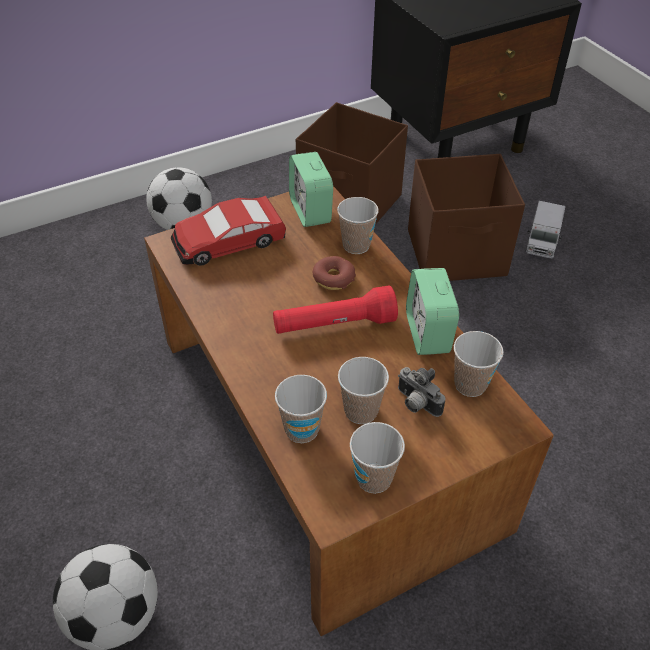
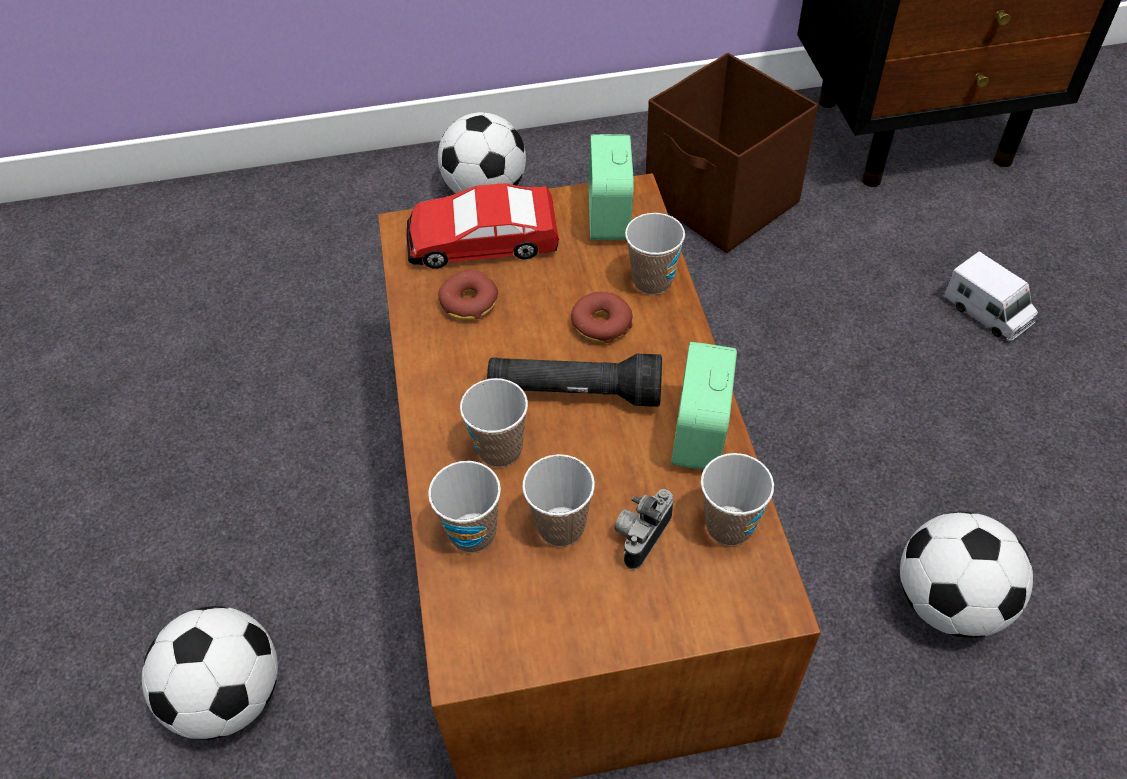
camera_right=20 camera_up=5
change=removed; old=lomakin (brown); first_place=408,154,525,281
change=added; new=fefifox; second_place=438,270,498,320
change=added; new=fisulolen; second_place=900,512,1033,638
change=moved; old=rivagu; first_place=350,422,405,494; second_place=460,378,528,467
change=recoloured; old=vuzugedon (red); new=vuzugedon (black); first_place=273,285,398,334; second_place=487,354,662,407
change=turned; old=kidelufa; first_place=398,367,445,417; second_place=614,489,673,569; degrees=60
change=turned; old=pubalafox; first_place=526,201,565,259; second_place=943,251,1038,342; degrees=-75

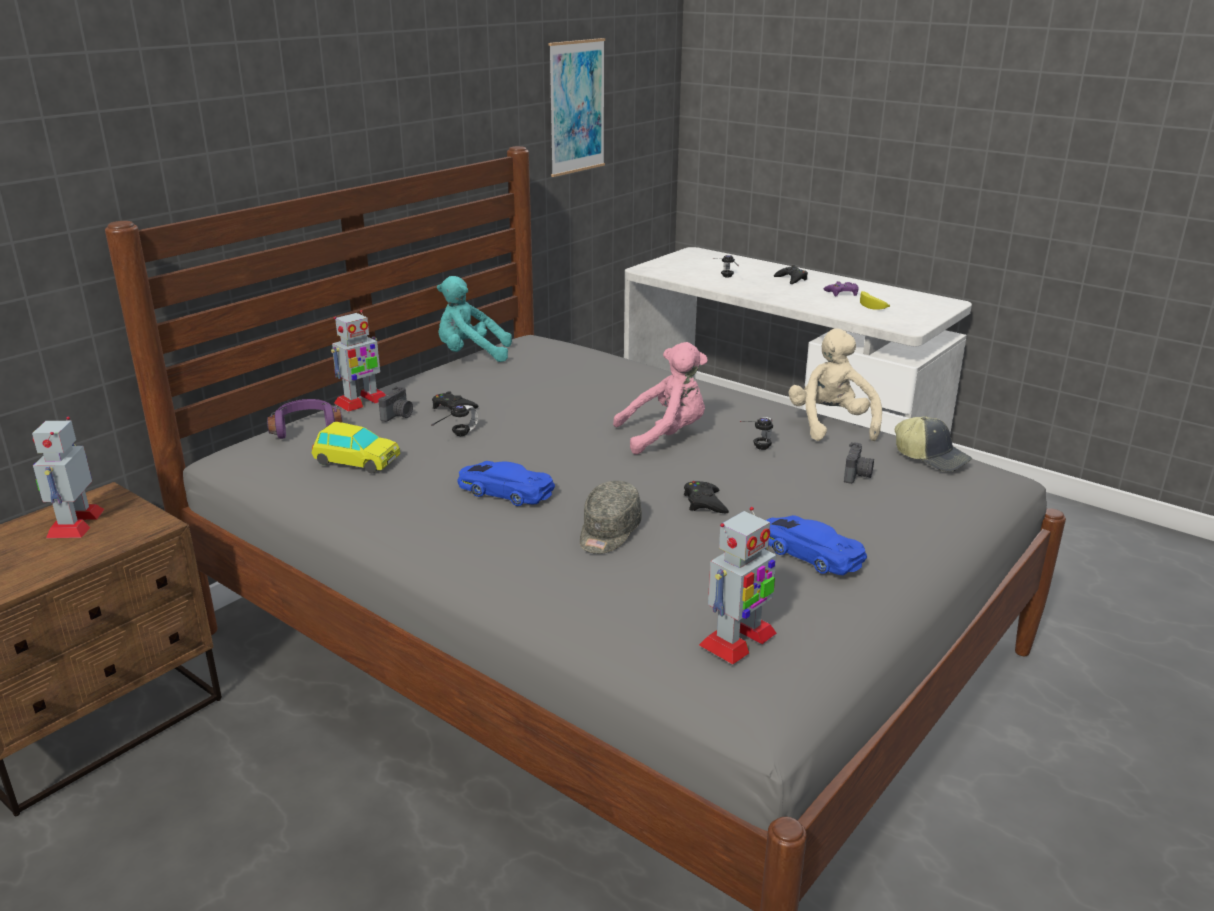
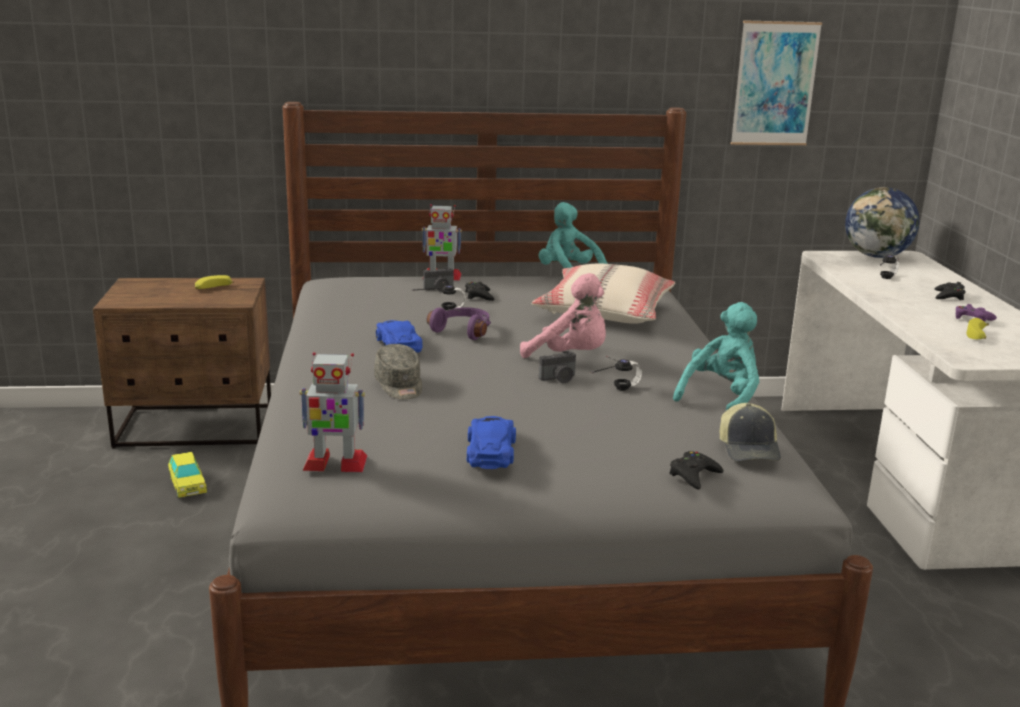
camera_right=45 camera_up=-5
change=added; new=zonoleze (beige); second_place=531,264,675,324
change=added; new=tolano; second_place=845,187,920,258
change=moved; old=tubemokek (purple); first_place=267,399,343,439; second_place=427,307,491,340
change=moved; old=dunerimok; first_place=311,422,400,473; second_place=168,452,207,498
change=moved; old=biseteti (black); first_place=684,481,729,513; second_place=669,451,724,490
change=moved; old=kidelufa; first_place=844,442,874,484; second_place=539,351,576,383
change=replaced; old=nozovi; new=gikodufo; first_place=32,417,105,538; second_place=195,275,234,289
change=recoloured; old=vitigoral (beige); new=vitigoral (turquoise); first_place=788,328,882,441; second_place=673,302,759,411
change=turned; old=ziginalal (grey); first_place=580,481,642,554; second_place=374,344,422,399; degrees=-90

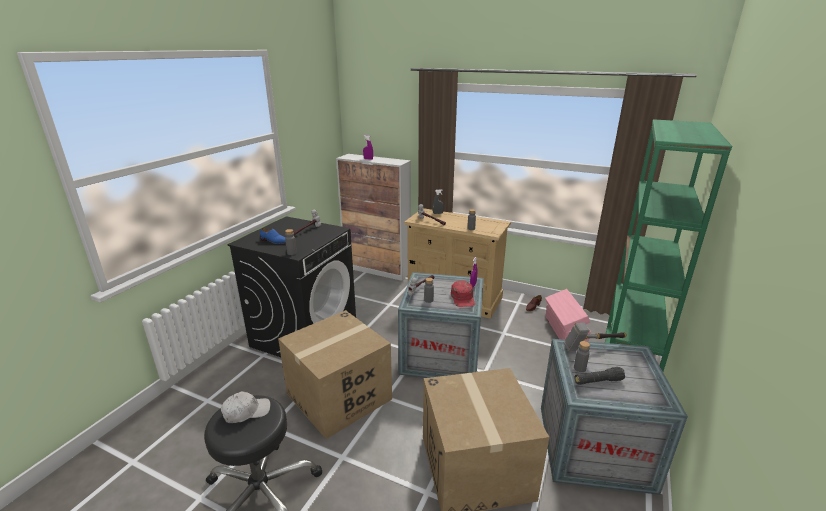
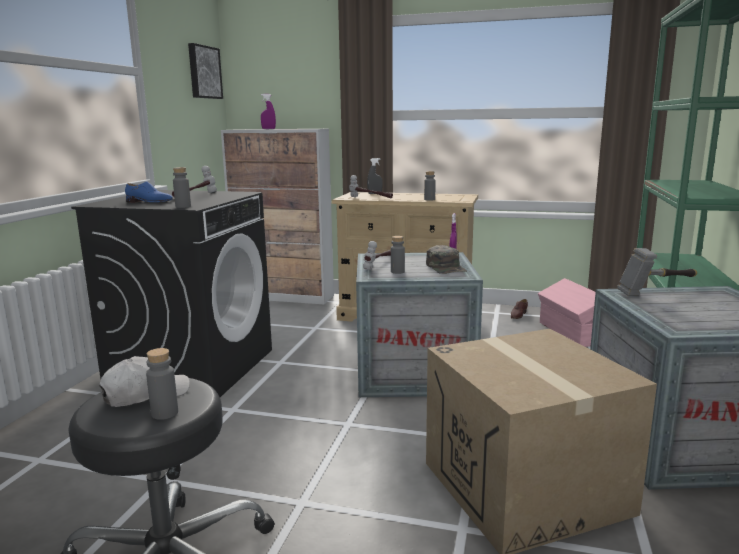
camera_right=-10 camera_up=-10
change=removed; old=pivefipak; first_place=278,310,392,439
change=removed; old=vuzugedon (black); first_place=575,367,625,385
change=added; new=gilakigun; second_place=188,43,223,99
change=moved; old=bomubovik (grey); first_place=574,341,590,372; second_place=146,348,178,420
change=recoloured; old=ziginalal (red); new=ziginalal (green); first_place=451,281,475,307; second_place=426,245,467,274

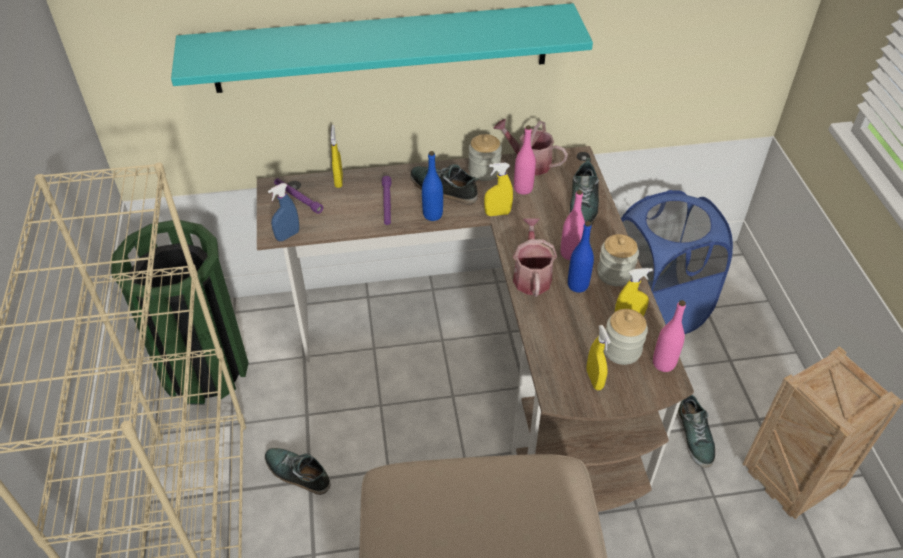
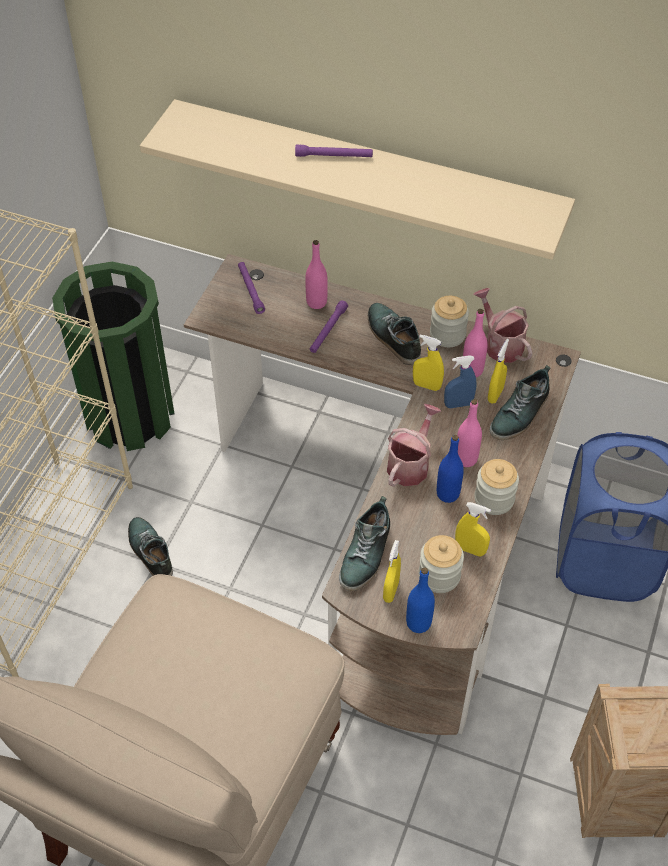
camera_right=30 camera_up=5
change=added; new=vuzugedon (purple); second_place=295,145,373,157
change=moved; old=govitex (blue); first_place=268,183,299,242; second_place=444,355,476,408
change=moved; old=govitex (yellow); first_place=331,125,343,188; second_place=488,339,509,404
change=moved; old=bomubovik (blue); first_place=422,151,443,221; second_place=406,567,435,633
change=moved; old=bomubovik (pink); first_place=653,300,686,372; second_place=305,240,328,309
change=moved; old=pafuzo; first_place=677,395,715,468; second_place=339,496,390,591
change=recoloured; old=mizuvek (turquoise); new=mizuvek (beige); first_place=171,3,593,93; second_place=140,99,575,260

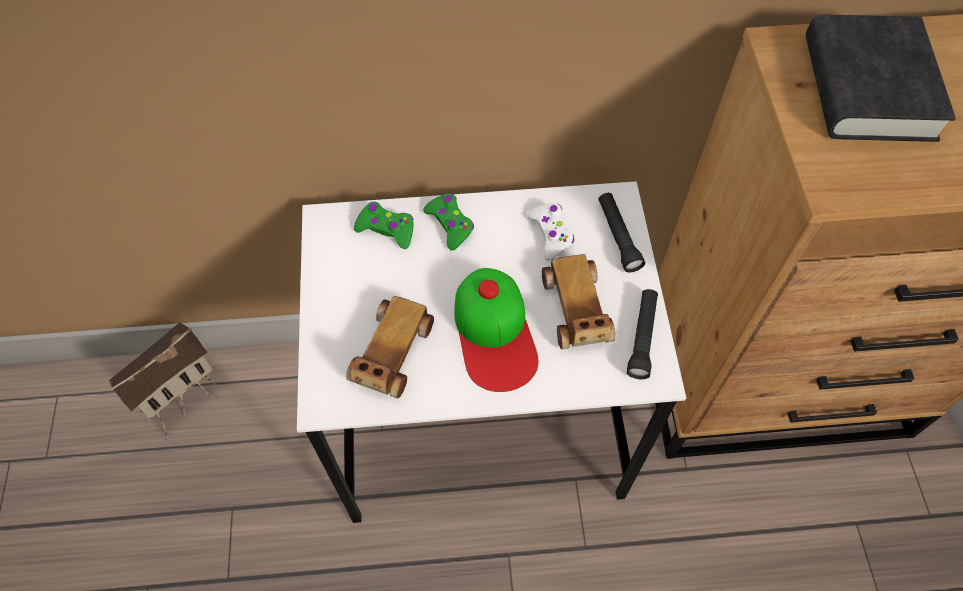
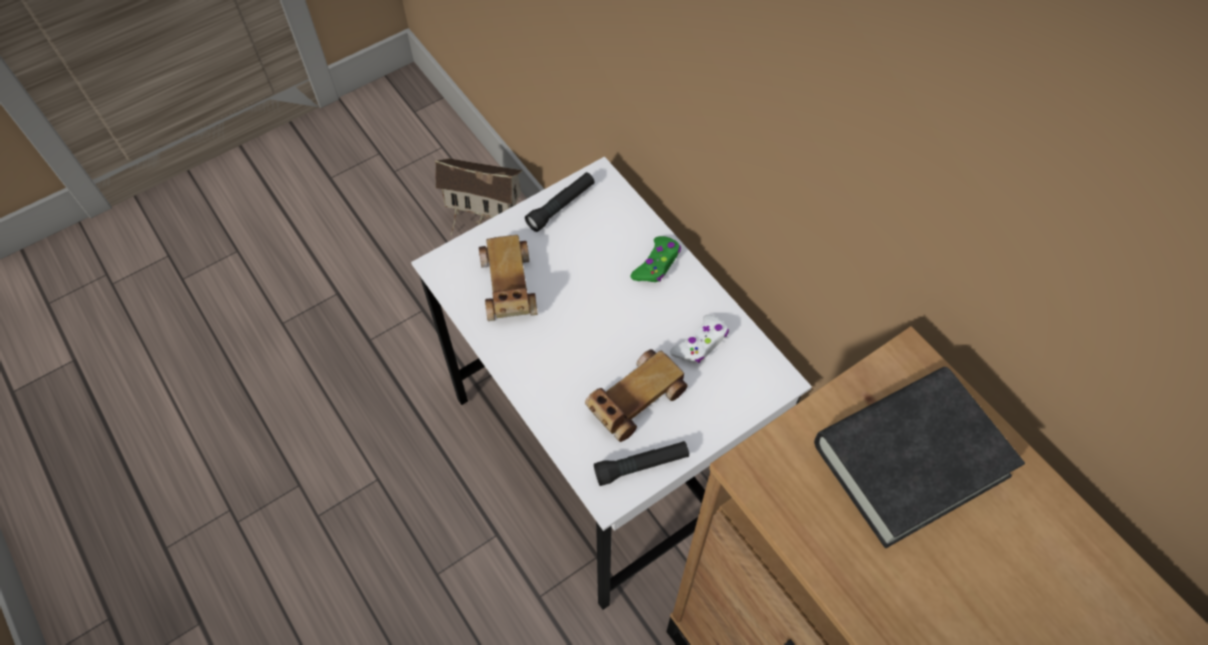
camera_right=60 camera_up=0
change=removed; old=biseteti (green); first_place=354,202,414,249
change=removed; old=ziginalal; first_place=454,268,538,392
change=moved; old=vuzugedon (black); first_place=599,193,645,272; second_place=525,172,595,232
change=turned; old=dunerimok; first_place=346,296,434,399; second_place=479,235,538,321; degrees=-90

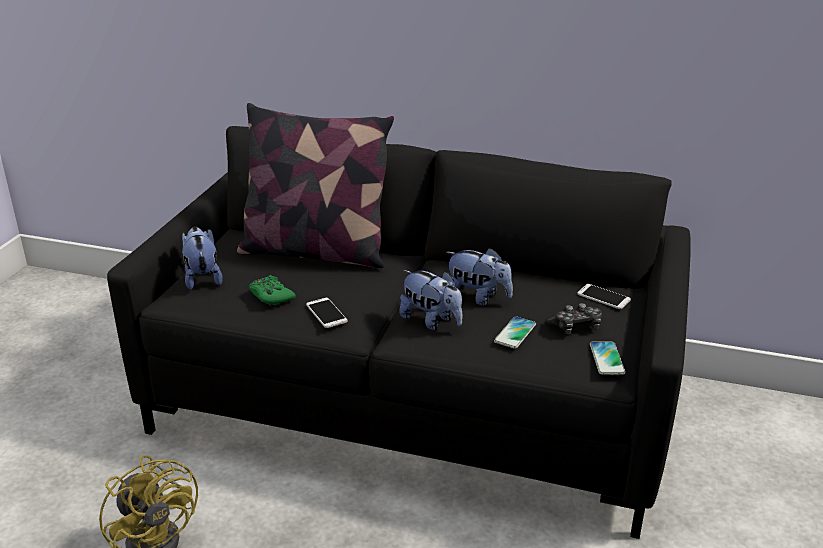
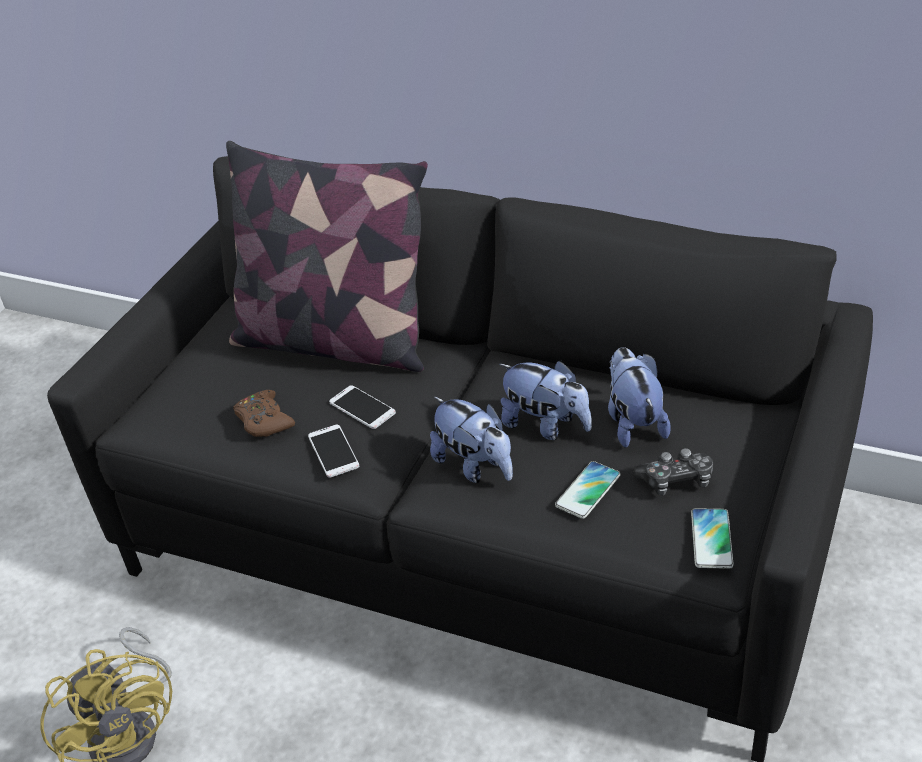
camera_right=10 camera_up=10
change=moved; old=vitigoral; first_place=182,227,223,290; second_place=608,347,671,448
change=moved; old=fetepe; first_place=577,284,631,309; second_place=329,385,396,429
change=recoloured; old=biseteti (green); new=biseteti (brown); first_place=249,275,296,305; second_place=233,390,295,437

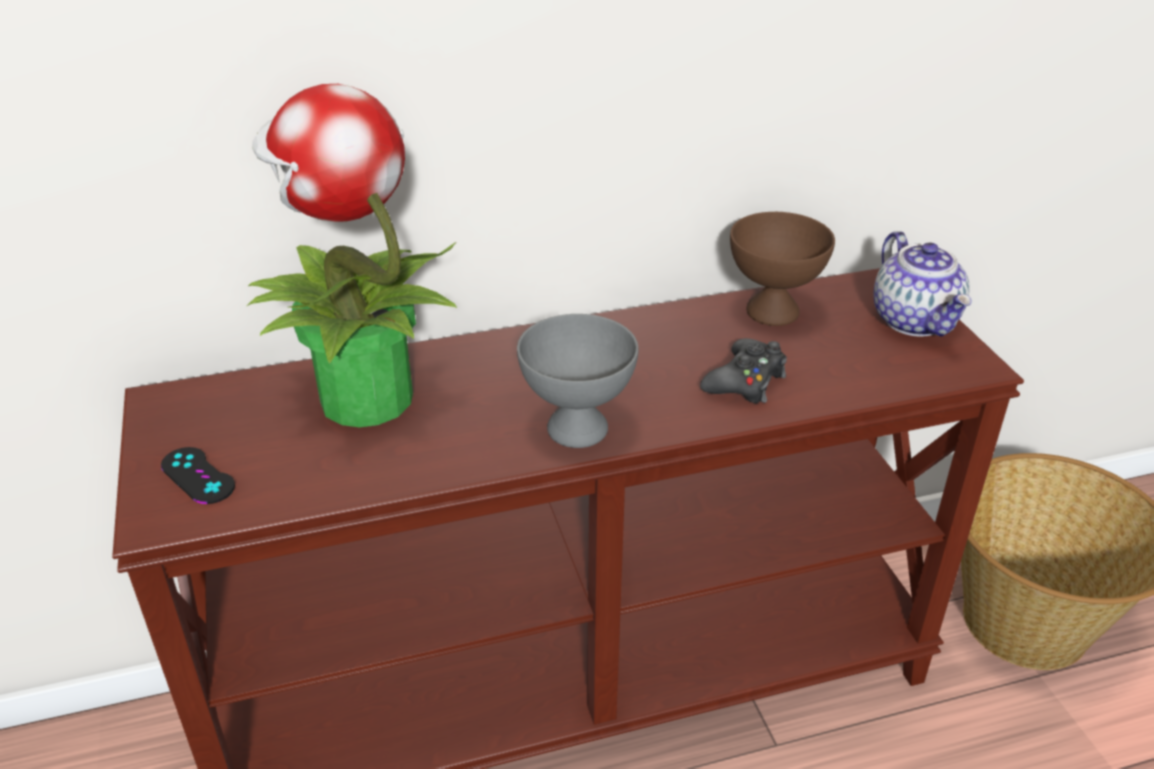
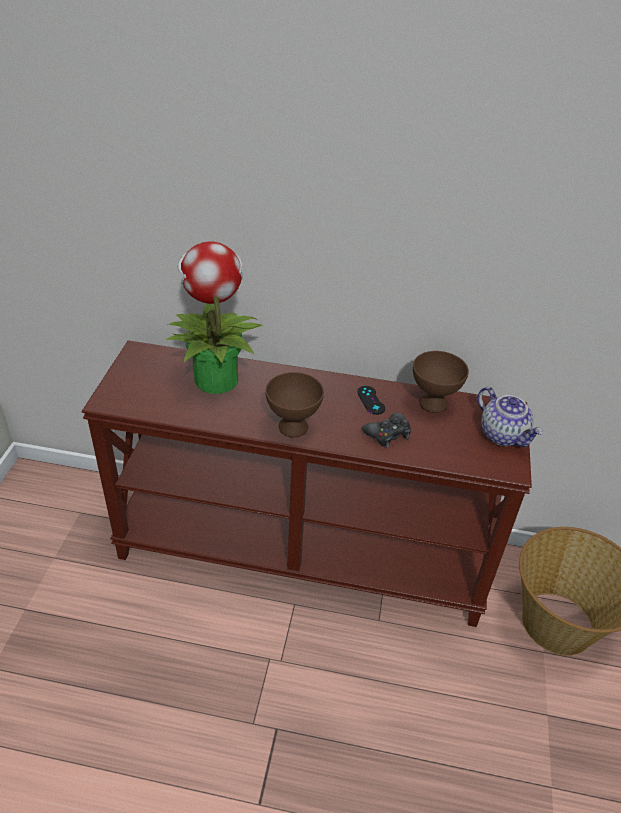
camera_right=25 camera_up=5
change=moved; old=biseteti (black); first_place=161,447,235,504; second_place=357,386,385,415
change=recoloured; old=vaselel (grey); new=vaselel (brown); first_place=517,314,638,448; second_place=265,372,324,438
change=turned; old=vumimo; first_place=874,231,972,337; second_place=478,387,543,447; degrees=-45

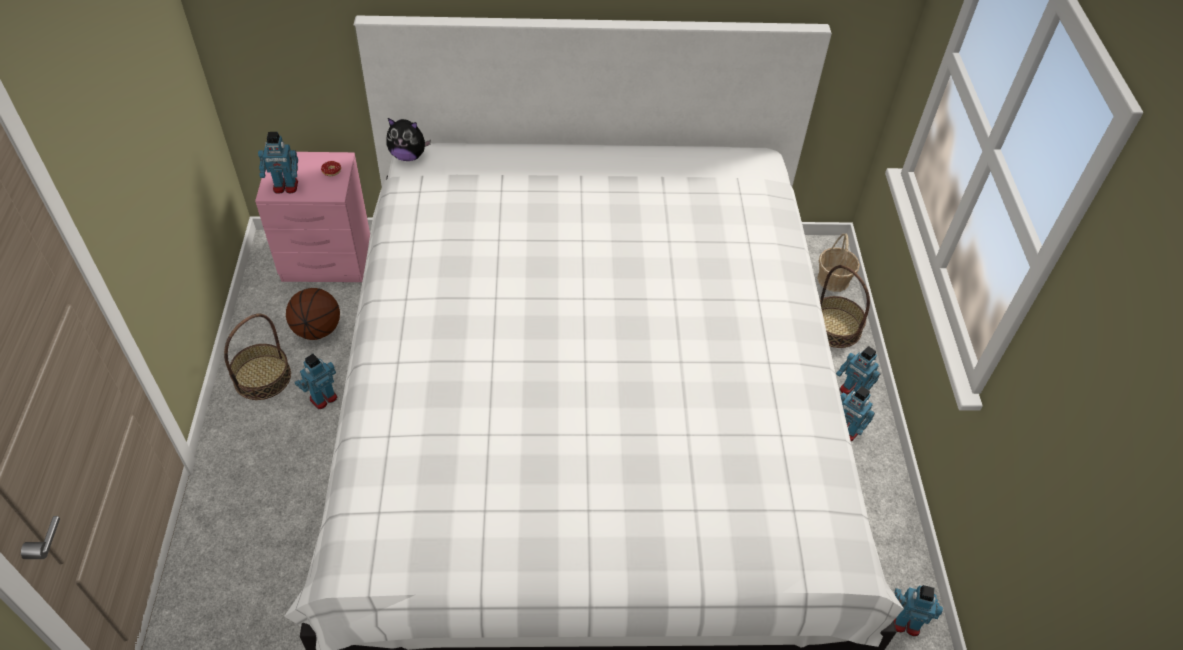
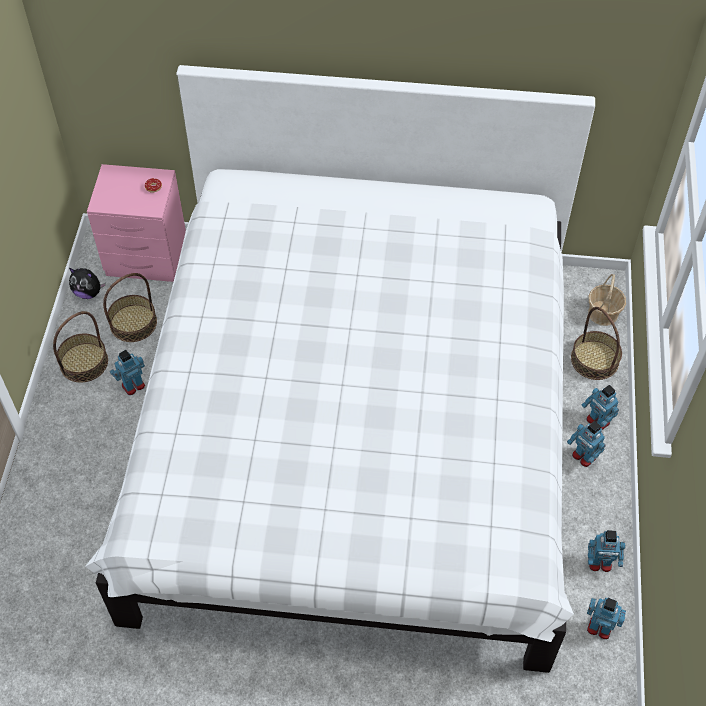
camera_right=10 camera_up=5
change=moved; old=nozovi; first_place=258,132,298,194; second_place=588,530,625,572
change=moved; old=vitigoral; first_place=386,118,431,161; second_place=69,268,106,299
change=replaced; old=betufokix; new=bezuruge; first_place=286,288,340,340; second_place=103,273,157,342

